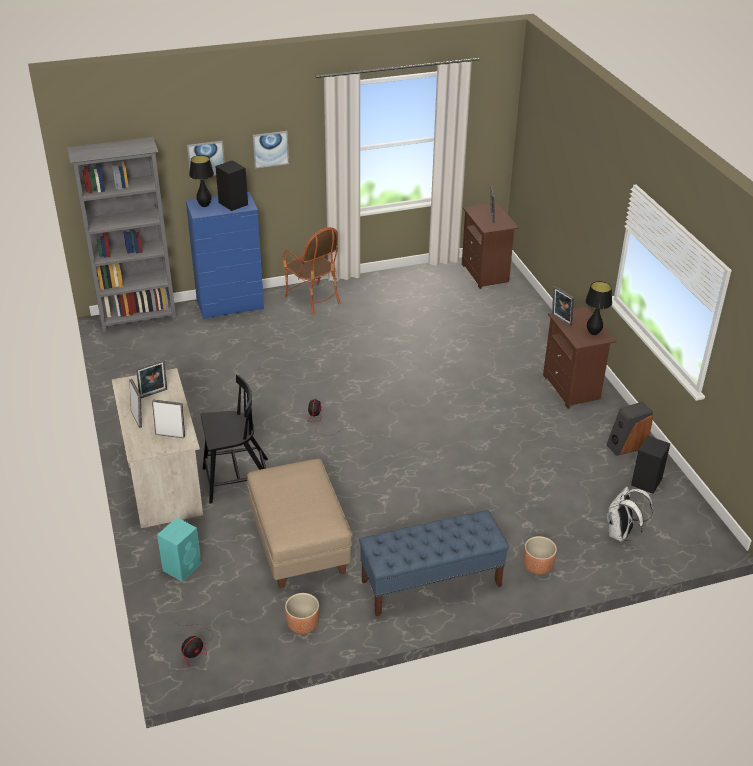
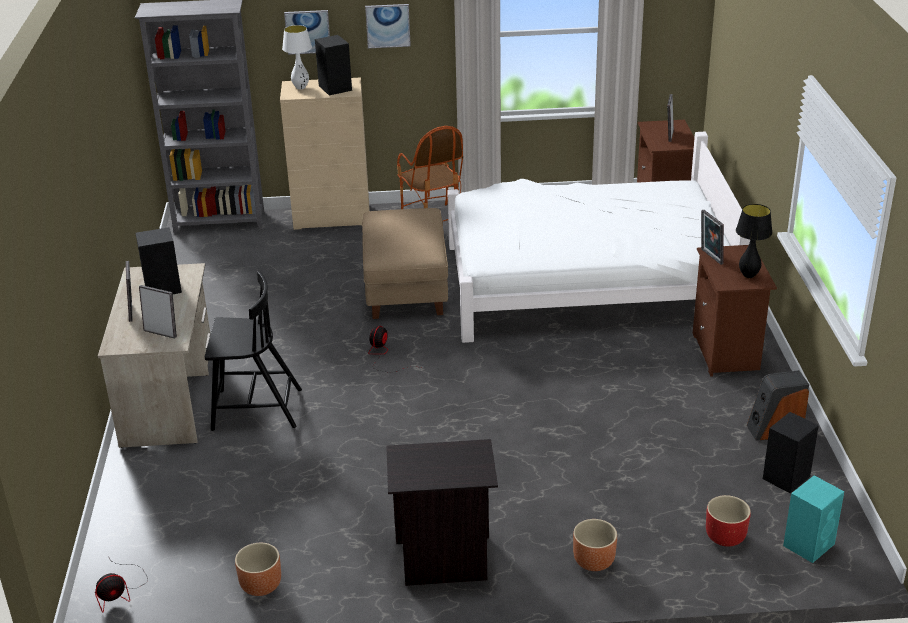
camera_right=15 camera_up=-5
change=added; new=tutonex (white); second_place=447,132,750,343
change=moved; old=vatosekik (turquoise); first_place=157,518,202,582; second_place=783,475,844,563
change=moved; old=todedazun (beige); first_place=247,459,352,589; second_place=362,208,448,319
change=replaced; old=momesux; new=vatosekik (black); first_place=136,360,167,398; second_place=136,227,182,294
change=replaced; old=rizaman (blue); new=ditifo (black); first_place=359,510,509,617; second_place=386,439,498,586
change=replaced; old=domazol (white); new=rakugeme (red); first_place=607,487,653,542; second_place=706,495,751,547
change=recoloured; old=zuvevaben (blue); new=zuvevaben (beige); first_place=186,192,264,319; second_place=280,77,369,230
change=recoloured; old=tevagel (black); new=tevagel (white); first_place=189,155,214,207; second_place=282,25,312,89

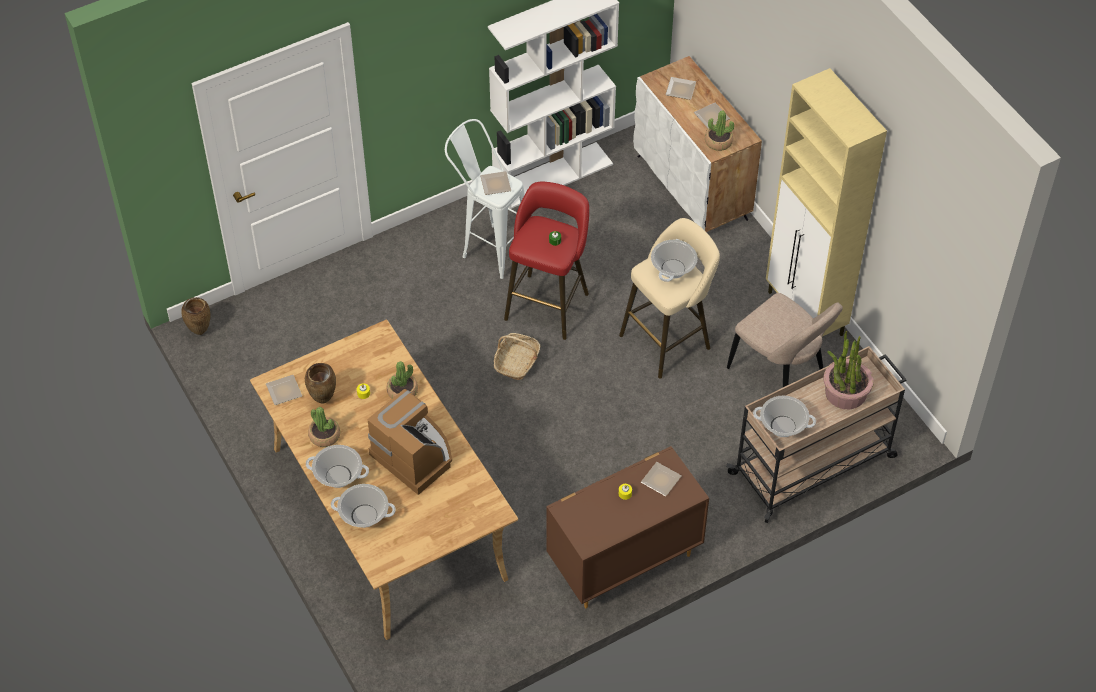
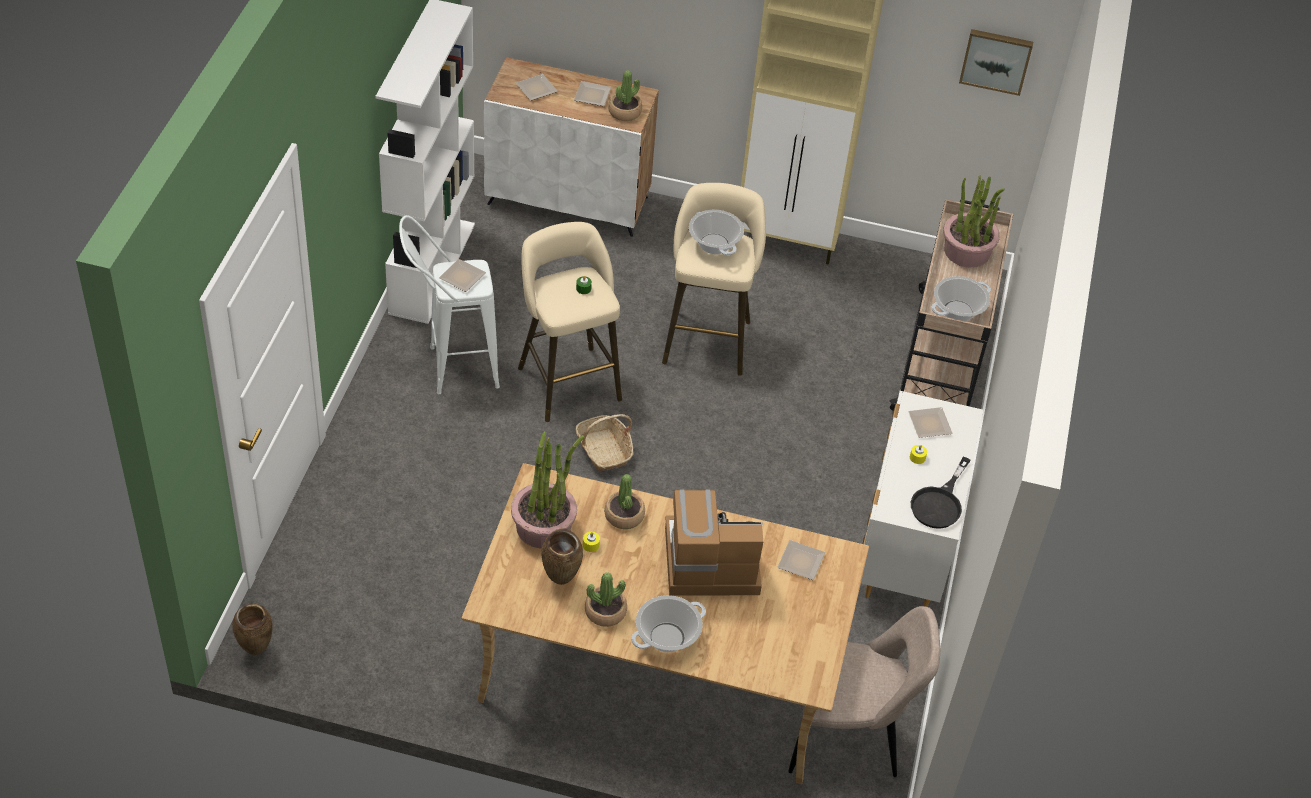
camera_right=-50 camera_up=-5
change=removed; old=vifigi; first_place=331,484,396,528
change=added; new=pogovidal; second_place=511,431,584,549
change=added; new=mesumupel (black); second_place=911,457,970,529
change=added; new=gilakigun; second_place=959,29,1033,96
change=moved; old=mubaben; first_place=266,375,302,405; second_place=777,540,825,580
change=moved; old=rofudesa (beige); first_place=727,293,843,387; second_place=787,606,940,777
change=recoloured; old=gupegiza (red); new=gupegiza (beige); first_place=504,182,589,340; second_place=518,222,622,422
change=recoloured; old=zuvevaben (brown); new=zuvevaben (white); first_place=546,446,709,608; second_place=861,391,983,607

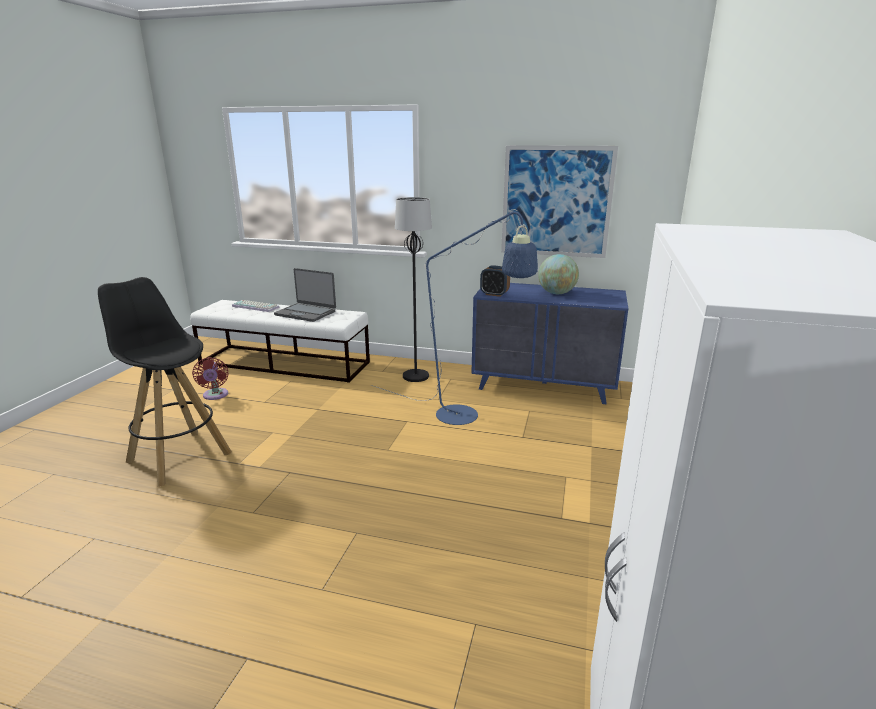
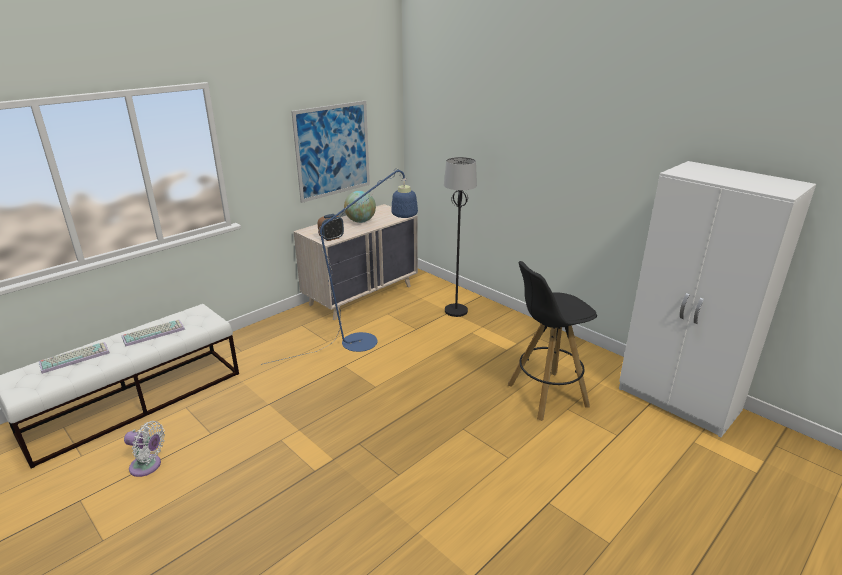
camera_right=-60 camera_up=5
change=moved; old=gupegiza (black); first_place=98,277,232,487; second_place=508,261,597,421
change=moved; old=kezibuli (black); first_place=395,197,432,382; second_place=444,157,477,317
change=replaced; old=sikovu; new=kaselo; first_place=274,268,336,322; second_place=122,320,185,347
change=recoloured; old=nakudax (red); new=nakudax (white); first_place=192,357,229,400; second_place=124,421,165,477
change=recoloured; old=zuvevaben (blue); new=zuvevaben (beige); first_place=471,283,628,404; second_place=293,204,418,320

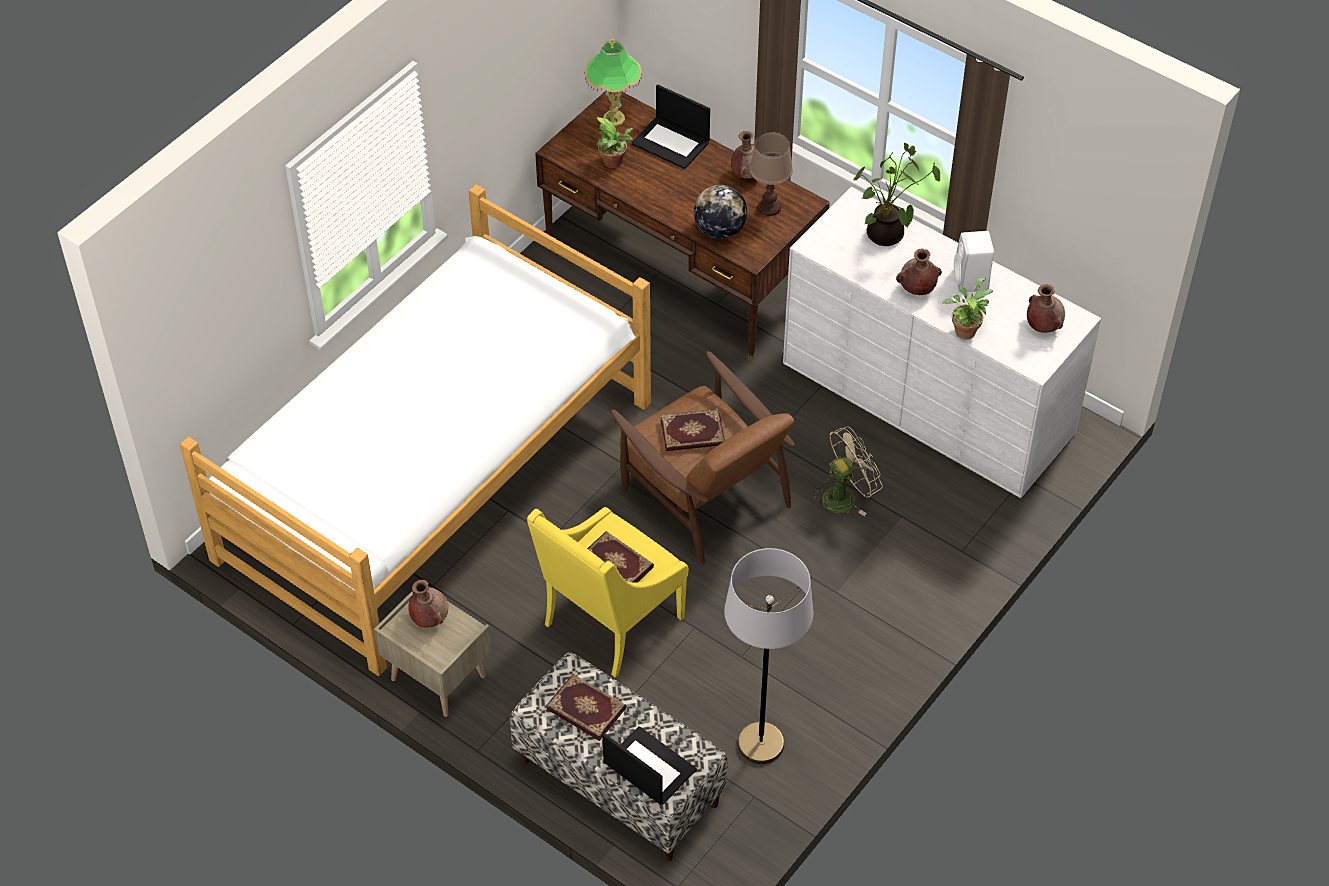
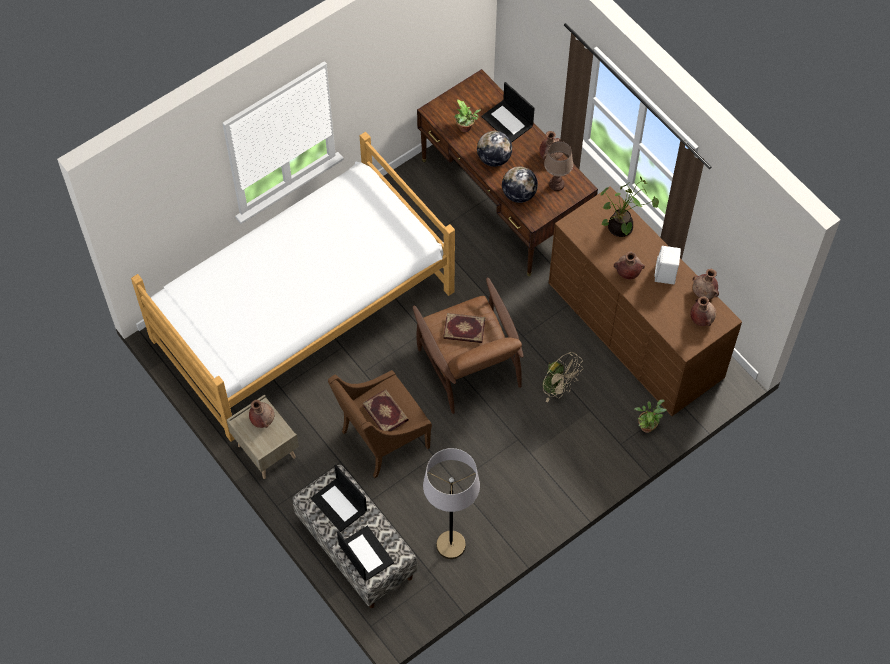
camera_right=15 camera_up=10
change=removed; old=tevagel; first_place=584,39,642,126
change=added; new=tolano; second_place=477,131,512,167
change=added; new=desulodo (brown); second_place=693,269,719,299
change=moved; old=pogovidal; first_place=942,277,993,340; second_place=634,399,667,433
change=replaced; old=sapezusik; new=sikovu; first_place=546,674,626,741; second_place=311,465,367,532
change=recoloured; old=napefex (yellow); new=napefex (brown); first_place=527,507,688,677; second_place=328,370,432,478
change=recoloured; old=zuvevaben (white); new=zuvevaben (brown); first_place=783,187,1101,498; second_place=549,186,742,416
change=turned; old=nakudax (beige); first_place=811,426,883,516; second_place=543,352,584,402; degrees=60

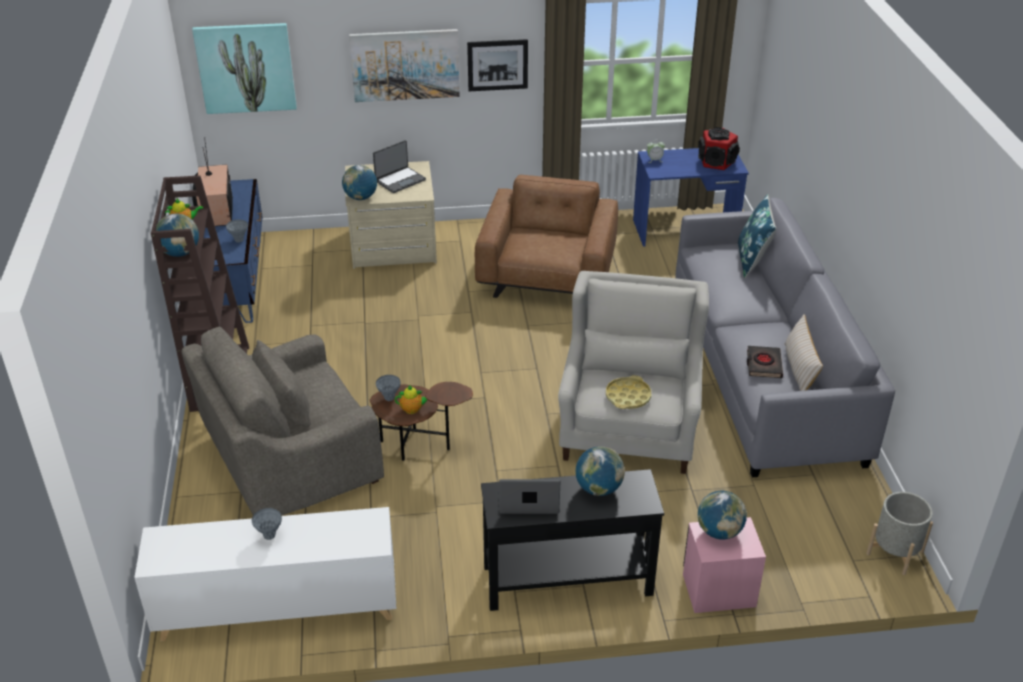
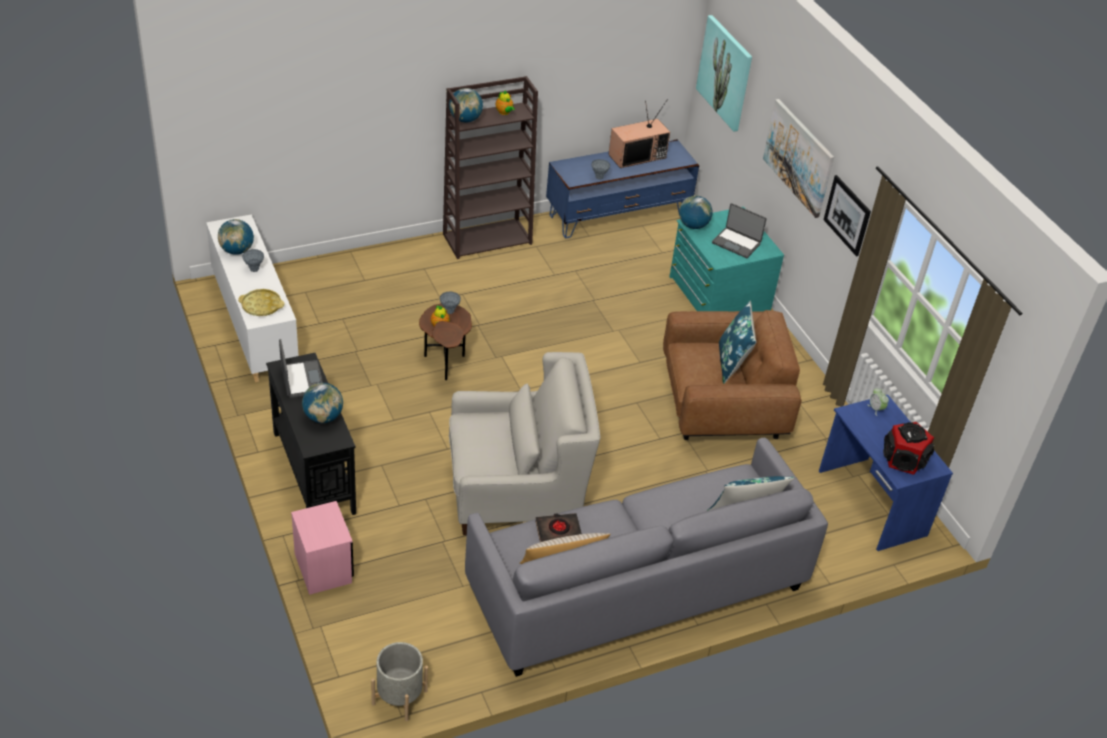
camera_right=70 camera_up=5
change=removed; old=napefex (grey); first_place=182,327,384,516
change=added; new=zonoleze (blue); second_place=719,301,756,384
change=moved; old=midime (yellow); first_place=606,375,651,409; second_place=238,289,285,316
change=moved; old=tolano; first_place=698,491,747,540; second_place=218,219,254,255
change=recoloured; old=zuvevaben (beige); new=zuvevaben (turquoise); first_place=345,161,437,269; second_place=669,207,784,312

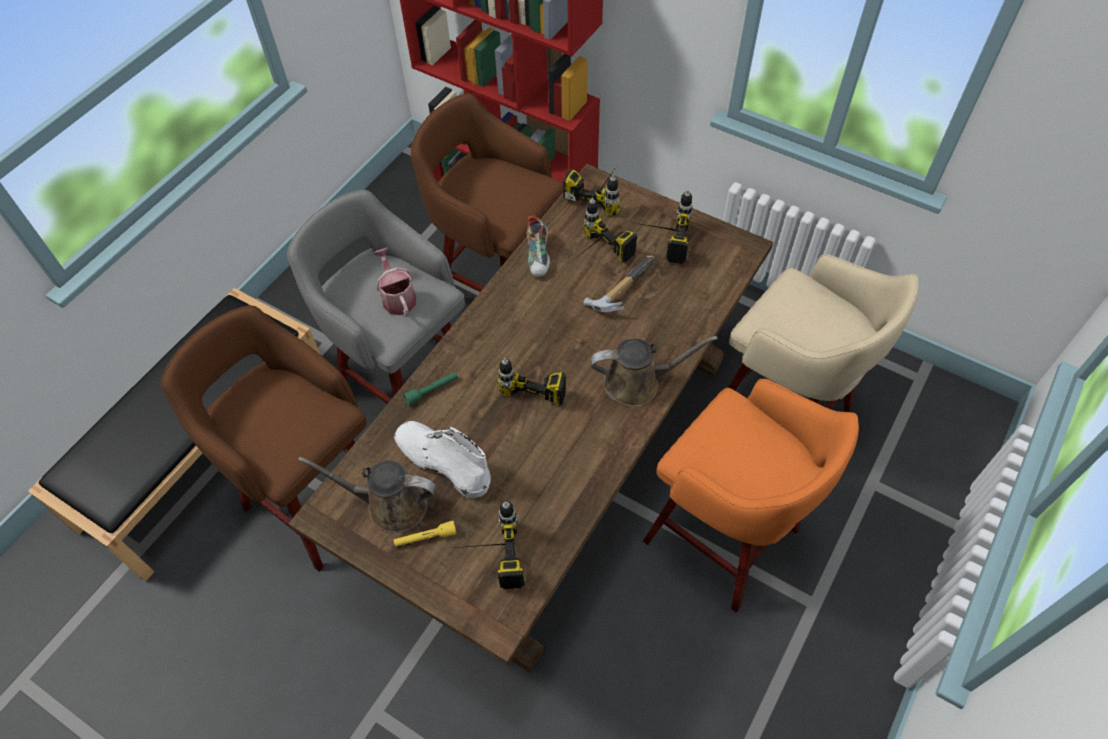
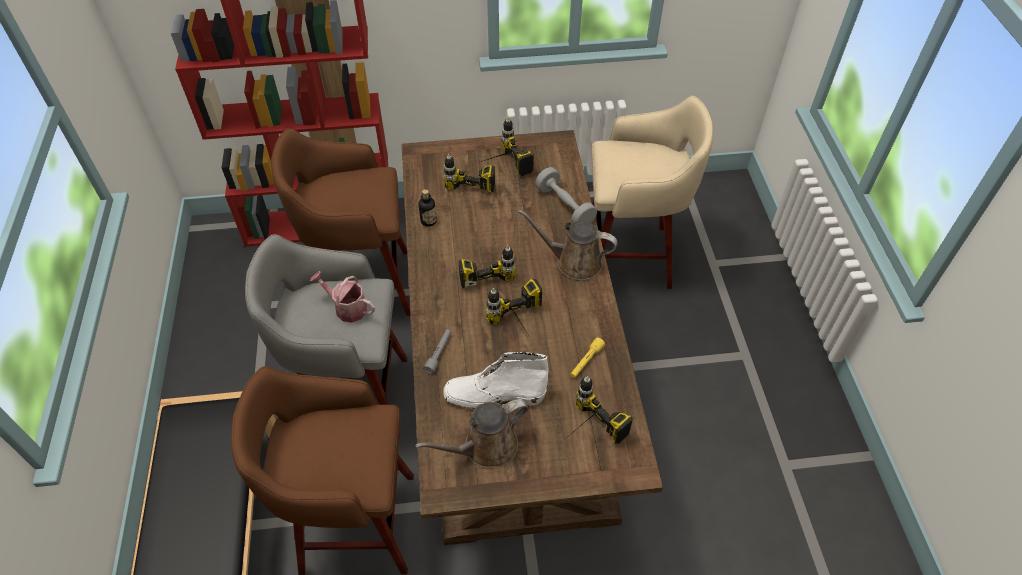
camera_right=-40 camera_up=-5
change=removed; old=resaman; first_place=583,255,655,312
change=removed; old=gupegiza (orange); first_place=643,379,859,613
change=added; new=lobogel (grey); second_place=535,167,597,223
change=moved; old=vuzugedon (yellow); first_place=394,521,457,547; second_place=570,337,605,378
change=moved; old=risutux; first_place=563,167,620,217; second_place=458,241,516,288
change=replaced; old=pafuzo; new=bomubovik; first_place=527,216,550,278; second_place=419,189,437,227
change=recoloured; old=vuzugedon (green); new=vuzugedon (grey); first_place=403,372,458,406; second_place=423,329,451,374
change=turned; old=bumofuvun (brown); first_place=591,336,718,407; second_place=518,209,618,281; degrees=-120

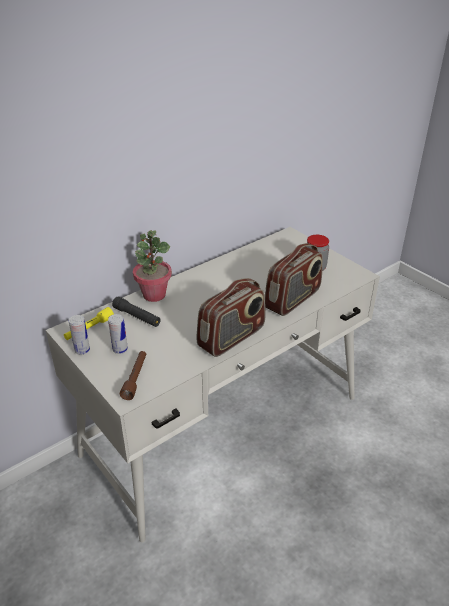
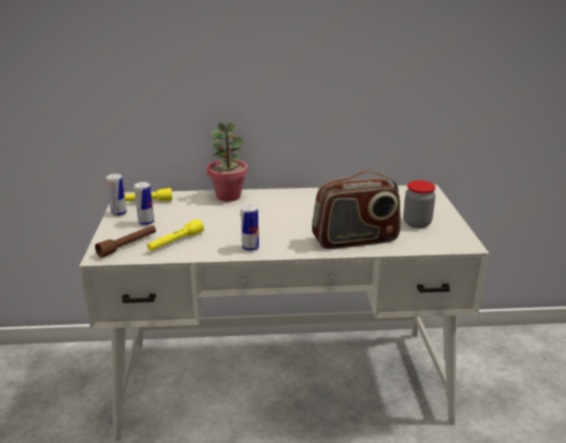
camera_right=35 camera_up=-10
change=removed; old=vuzugedon (black); first_place=112,296,161,327
change=added; new=vuzugedon (yellow); second_place=147,219,204,251
change=replaced; old=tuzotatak; new=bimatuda; first_place=197,278,266,357; second_place=241,204,259,251

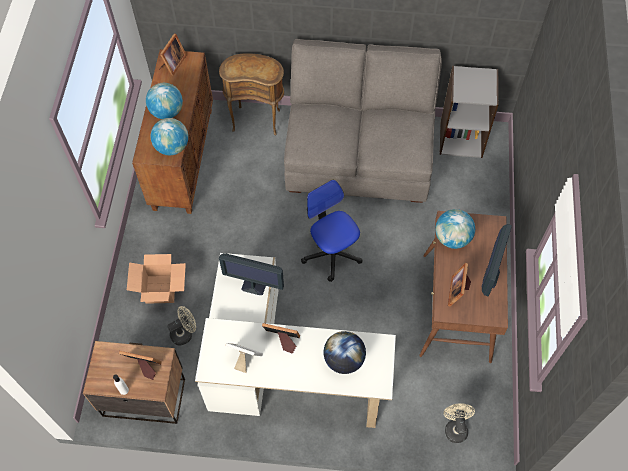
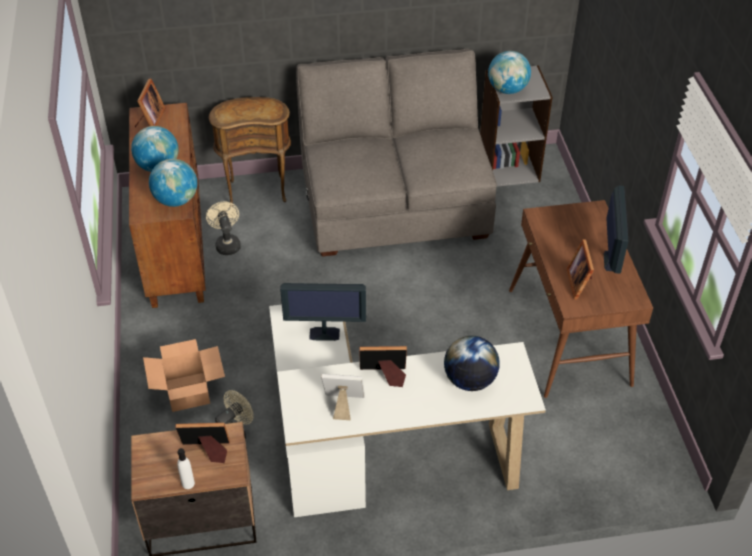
camera_right=-15 camera_up=-15
change=removed; old=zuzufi; first_place=301,180,363,282
change=moved; old=tolano; first_place=435,209,475,249; second_place=488,51,531,94
change=moved; old=nakudax (beige); first_place=444,403,475,443; second_place=206,202,241,255

